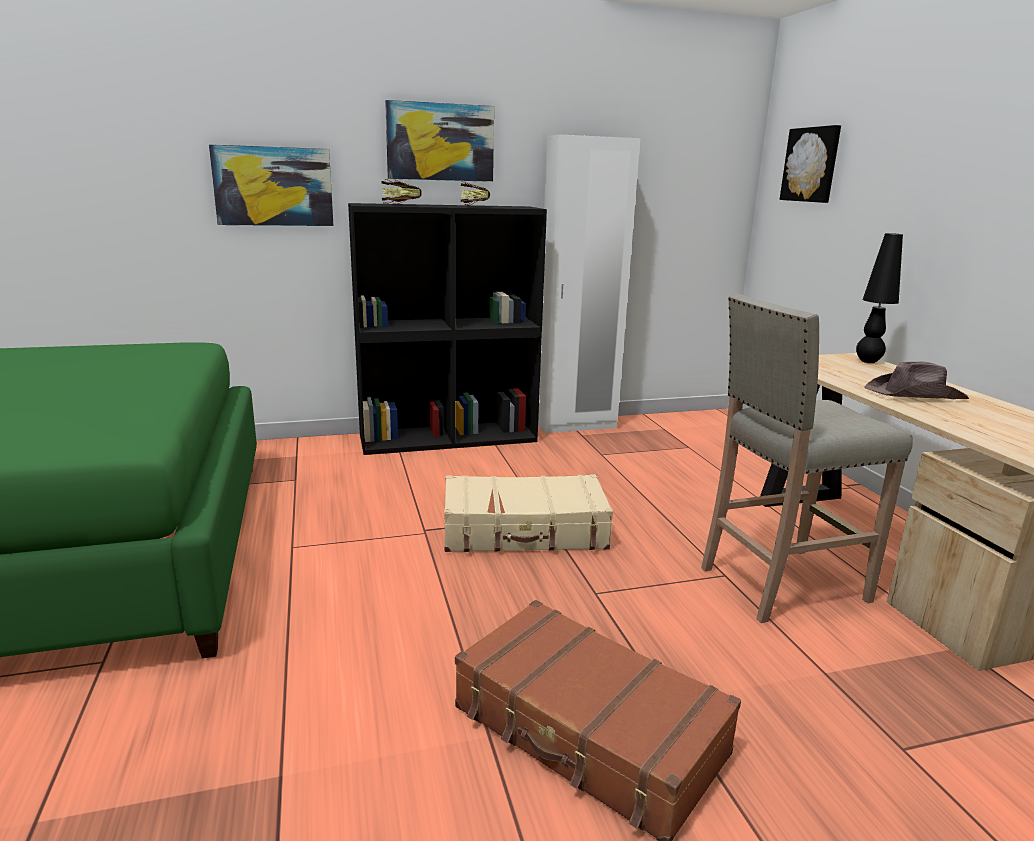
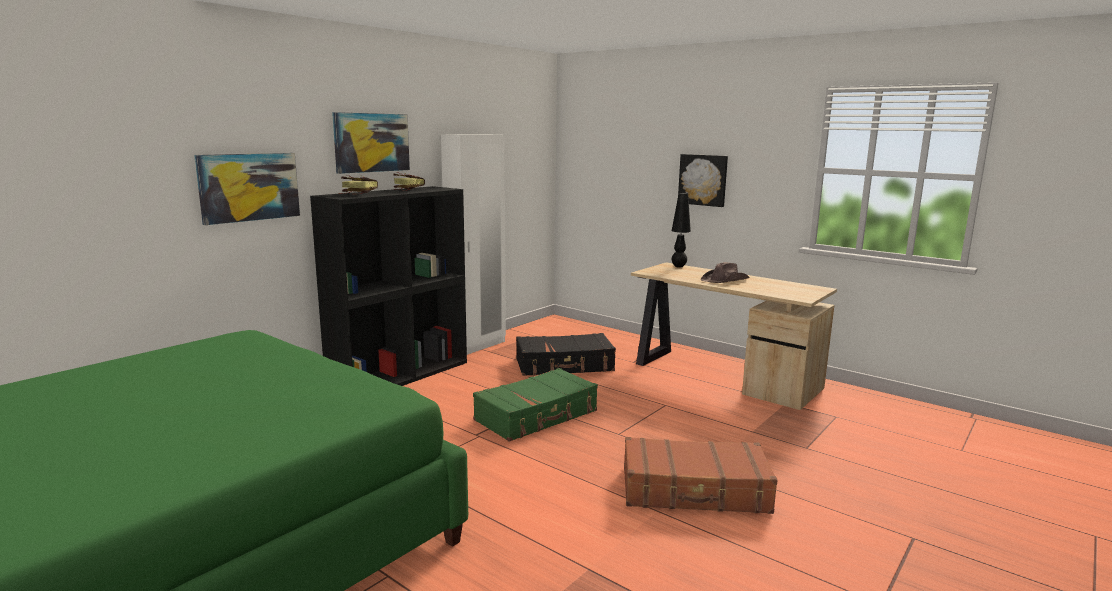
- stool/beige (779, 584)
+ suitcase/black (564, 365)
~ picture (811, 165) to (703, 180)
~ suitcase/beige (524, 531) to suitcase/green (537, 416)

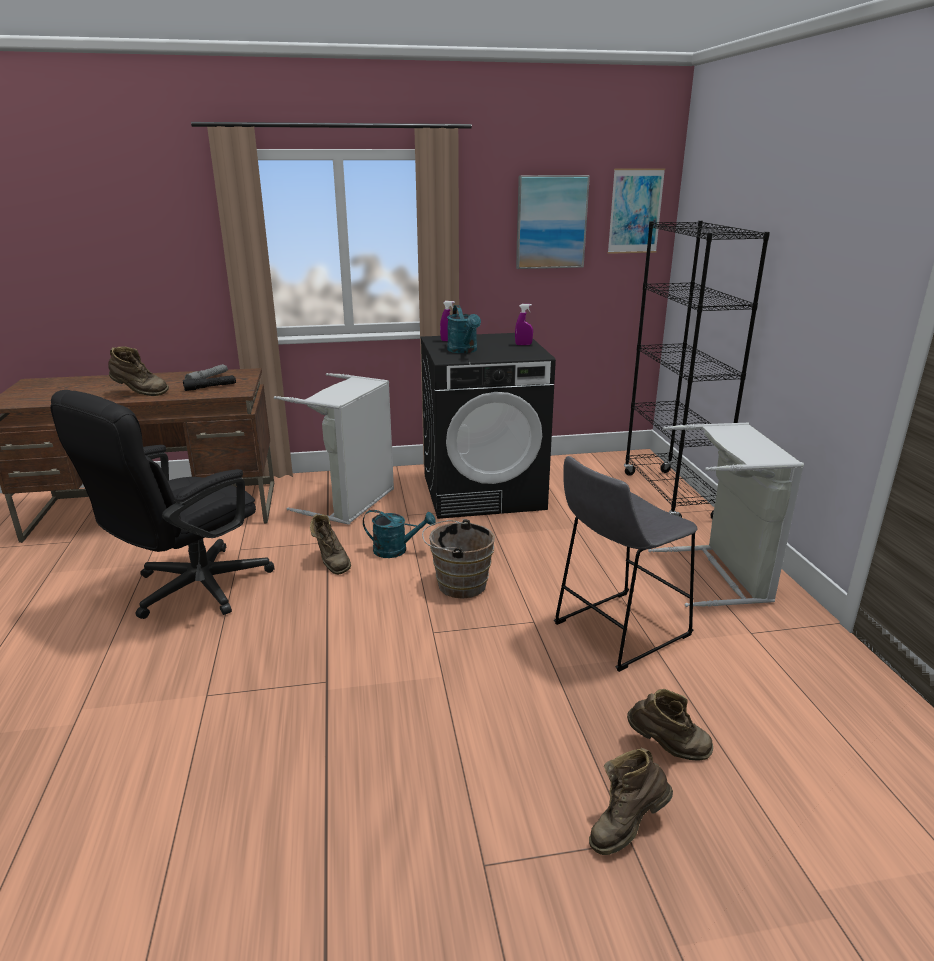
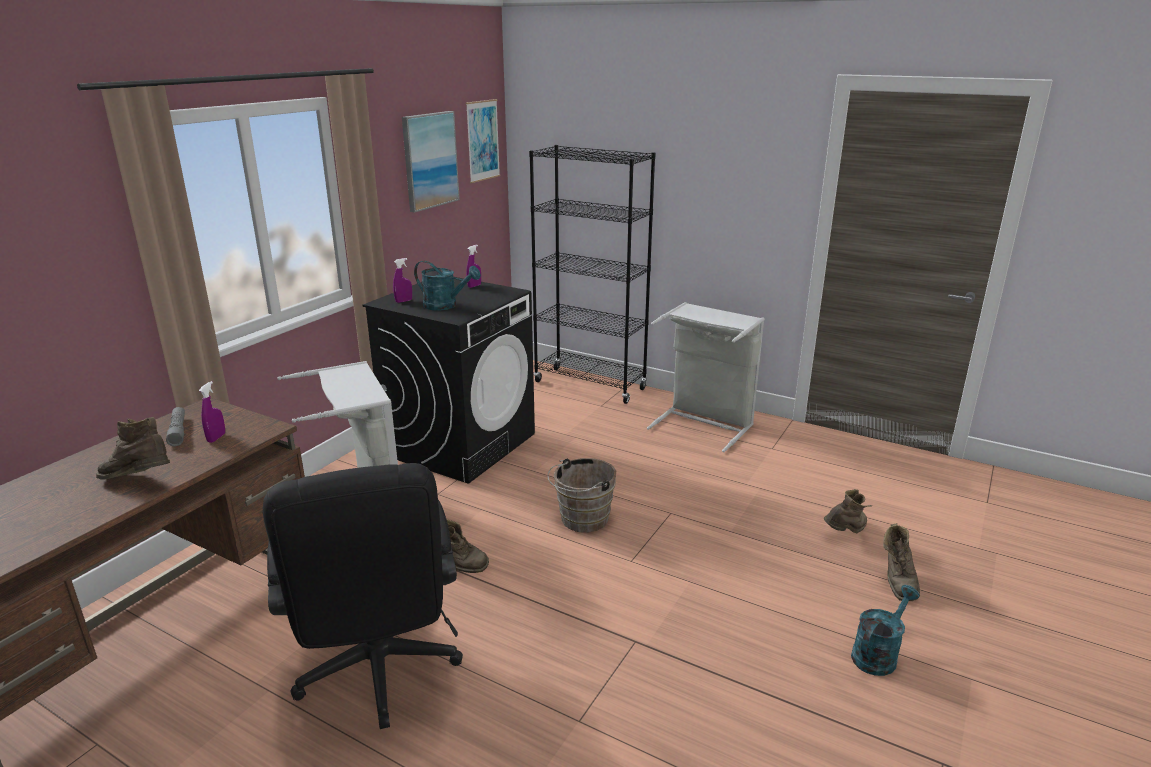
- stool/grey (615, 631)
~ watering can/turquoise (396, 550) to (878, 654)
~ flashlight/black (210, 387) to spray bottle/purple (216, 438)
~ boot/brown (140, 393) = (139, 481) 120 degrees counterclockwise

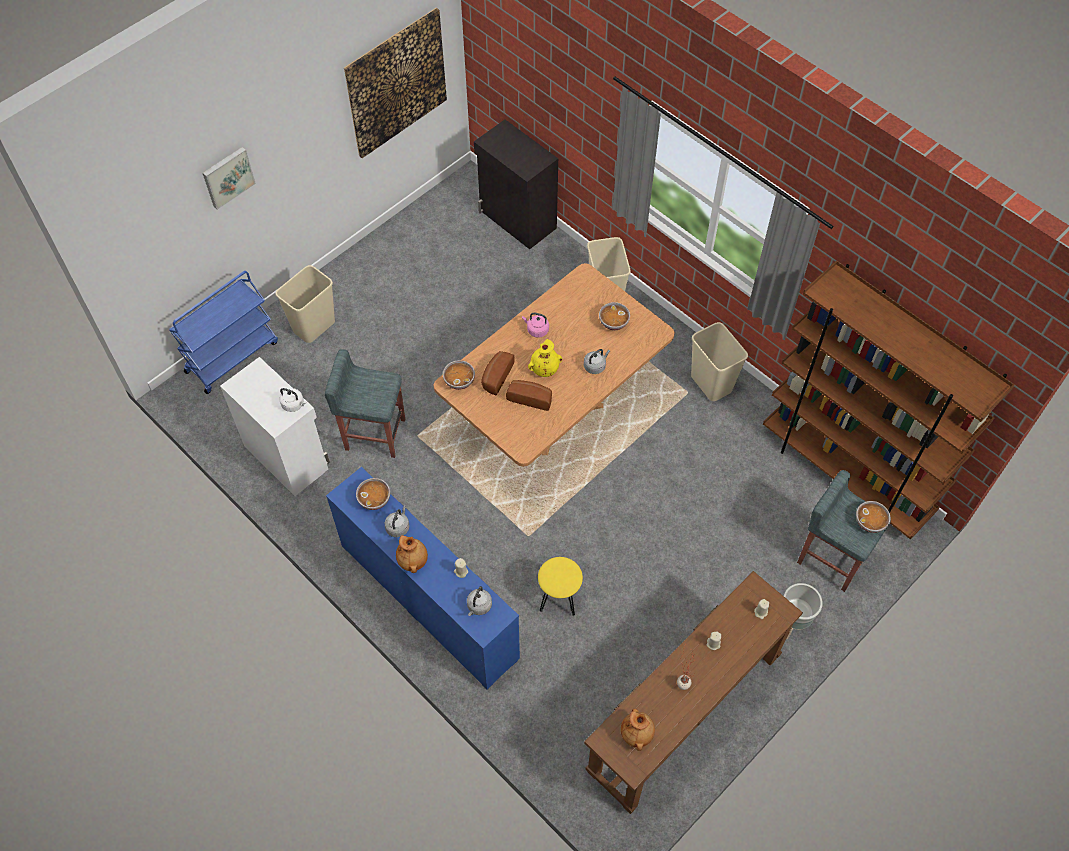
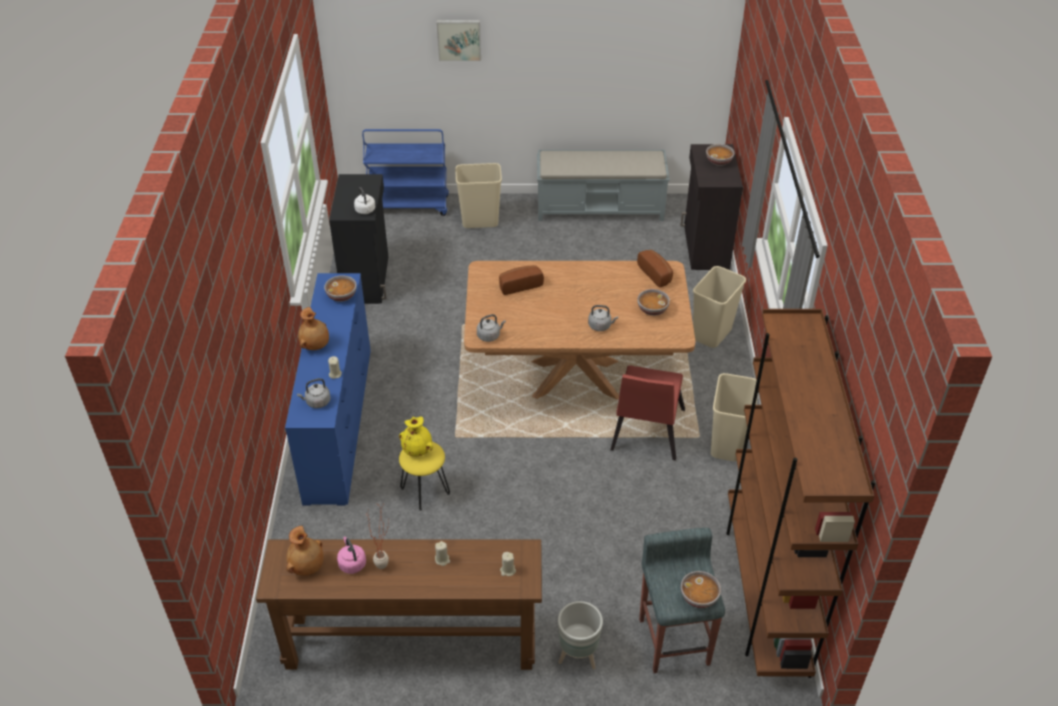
- stool/grey (374, 434)
- picture (396, 83)
+ bench/grey (601, 208)
+ chair/red (645, 433)
~ kettle/grey (398, 527) to (489, 336)
~ bowl (459, 380) to (719, 161)
~ bread (530, 398) to (656, 274)
~ kettle/pink (536, 330) to (352, 563)
~ vase/yellow (544, 369) to (417, 449)
~ cabinet/white (287, 456) to cabinet/black (367, 279)

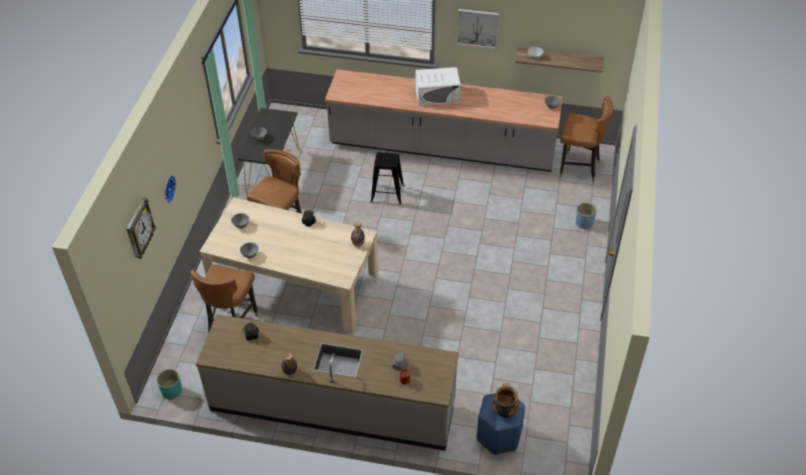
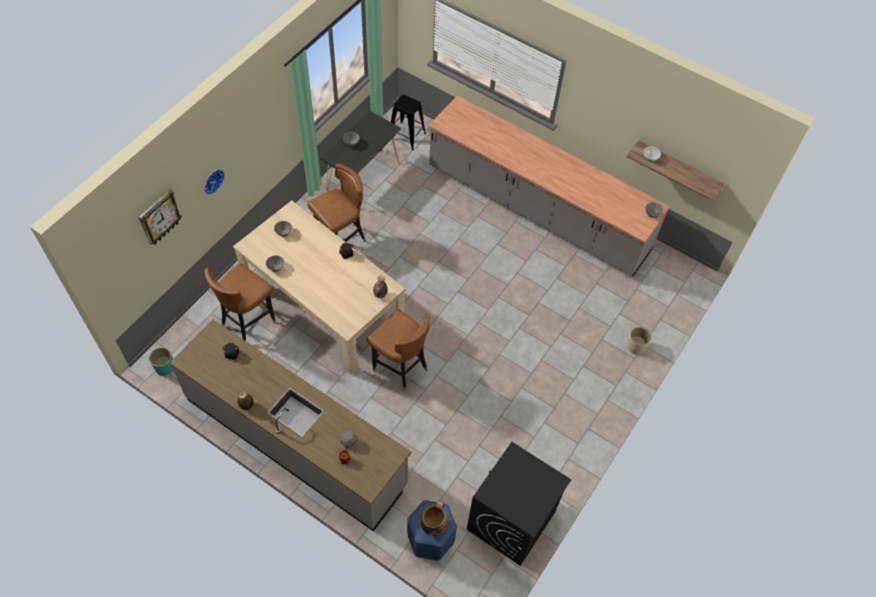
- microwave/white (437, 95)
- picture (477, 28)
+ washing machine/black (511, 521)
~ stool/black (387, 193) to (407, 136)
~ chair/brown (578, 169) to (400, 368)
~ planter/blue (584, 223) to planter/beige (636, 346)

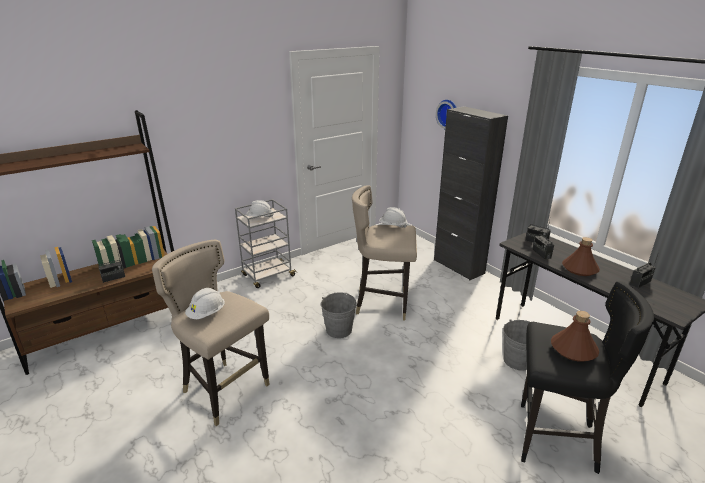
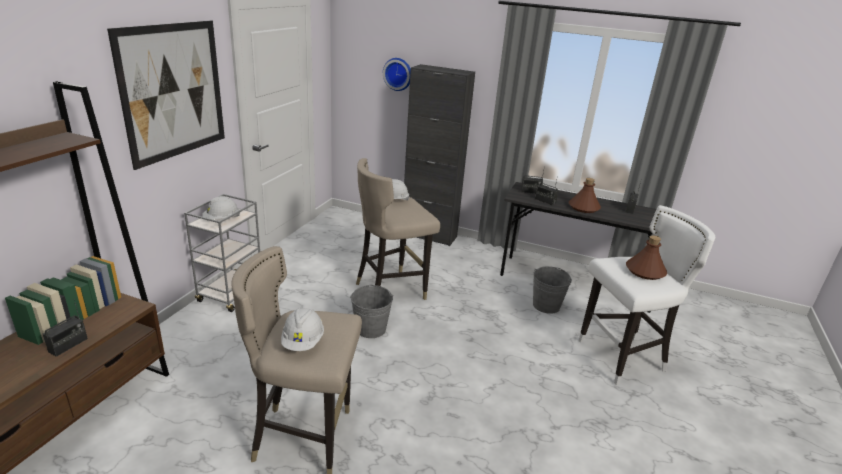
+ picture (174, 91)
~ stool/black (554, 439) to stool/white (621, 358)

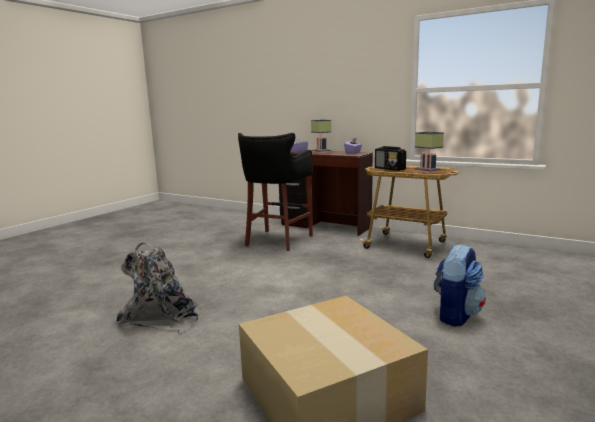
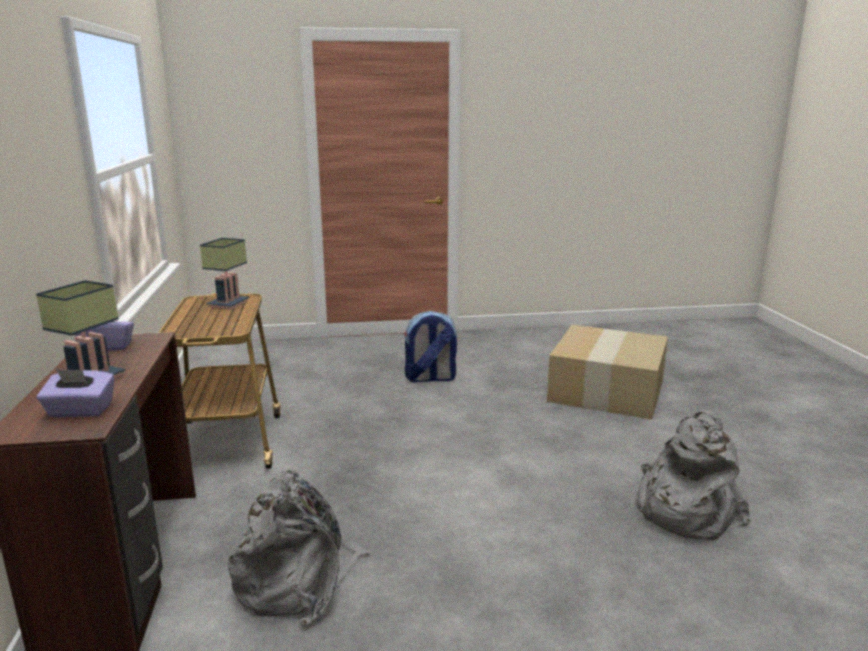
- radio (390, 169)
~ stool/black (277, 241) to backpack/grey (299, 580)

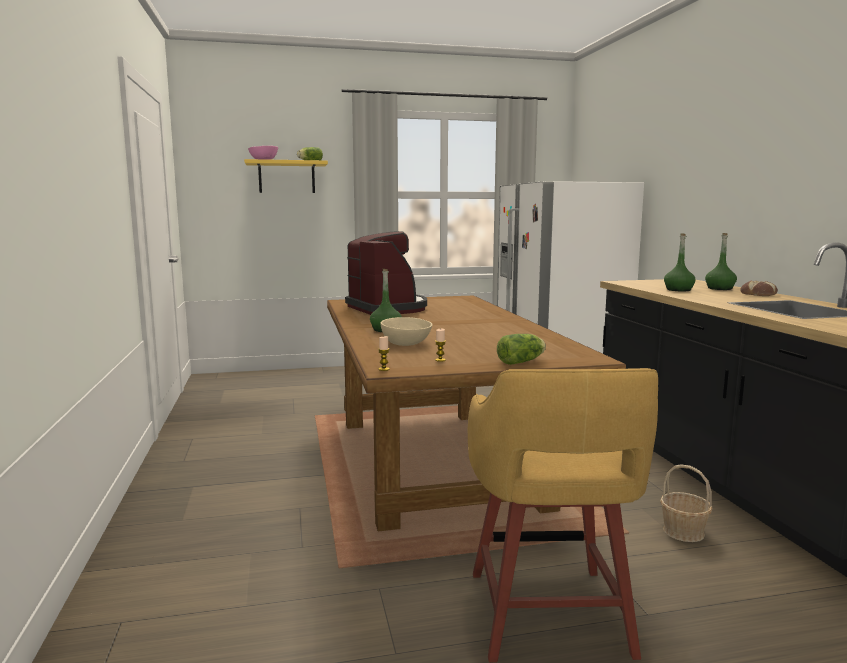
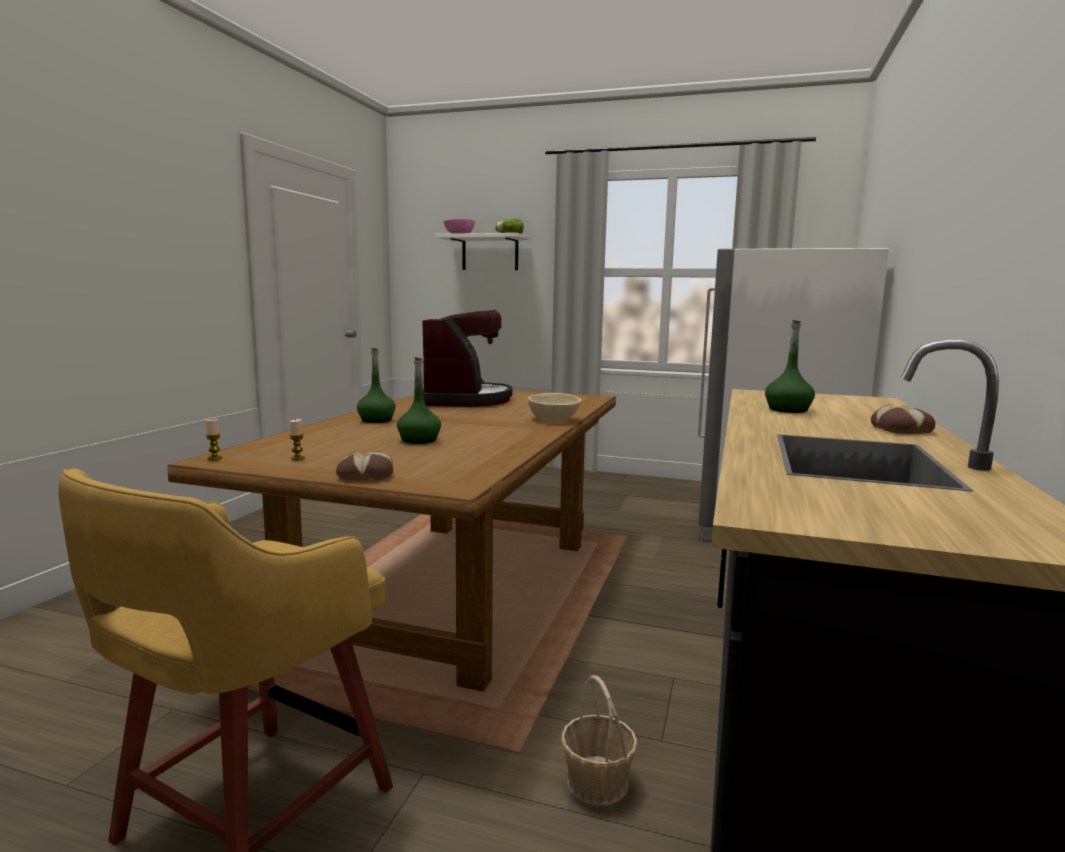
~ bowl/beige (405, 343) to (553, 419)
~ bottle/green (719, 288) to (419, 440)
~ lettuce (522, 361) to bread (366, 475)
~ shelf/yellow (286, 177) to shelf/white (490, 253)

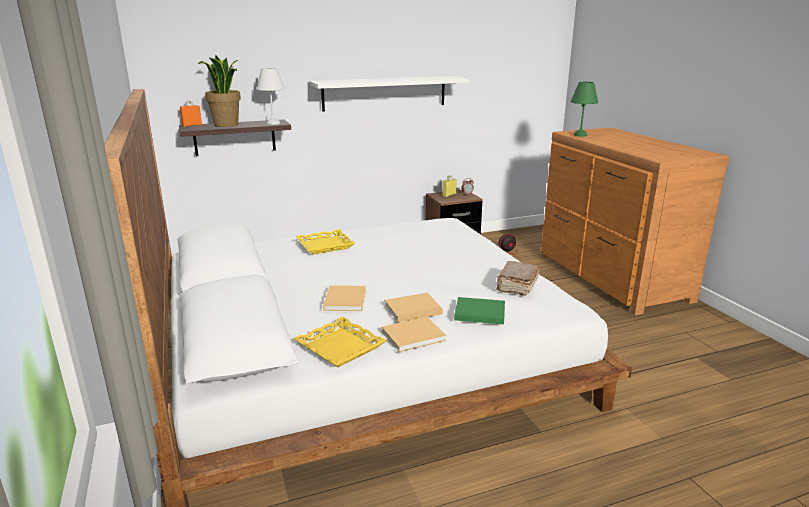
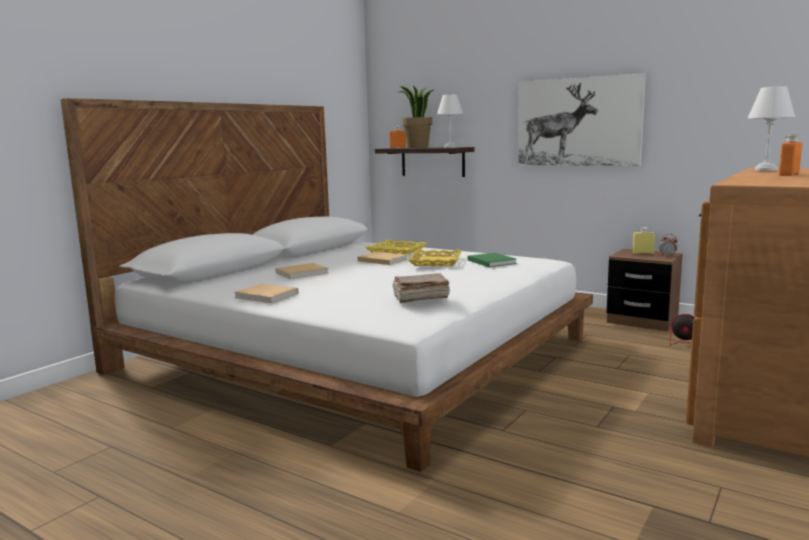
+ bottle/orange (788, 175)
~ tray/yellow (341, 347) to (436, 262)
~ book/beige (411, 309) to (381, 260)
~ book/green (478, 312) to (491, 261)
~ shelf/white (384, 93) to picture (578, 122)
~ table lamp/green (579, 135) to table lamp/white (764, 170)

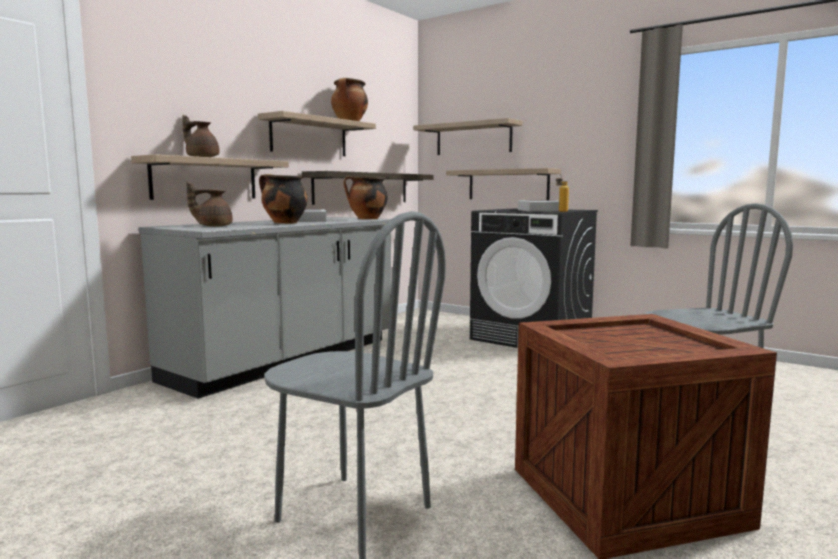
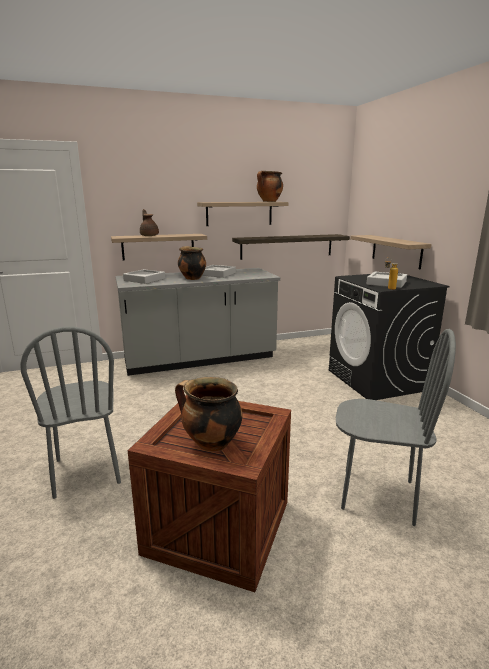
- shelf (473, 139)
~ cooking pot (366, 219) to (210, 443)
~ teapot/brown (213, 226) to tray/grey (144, 279)

